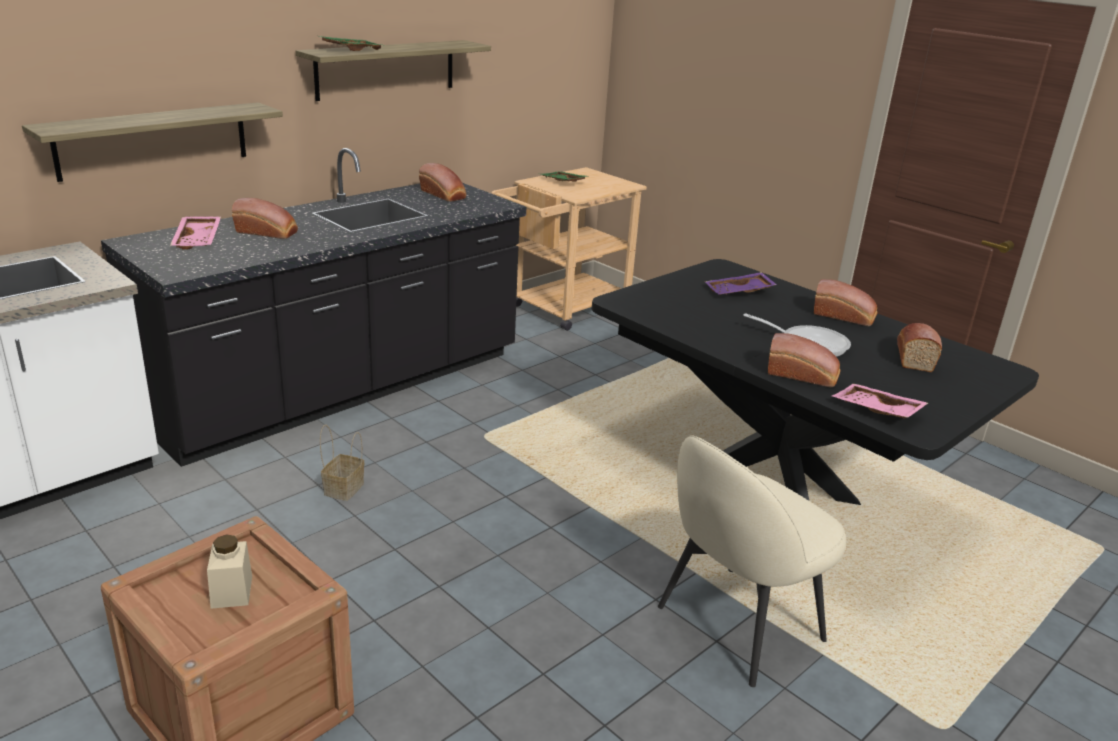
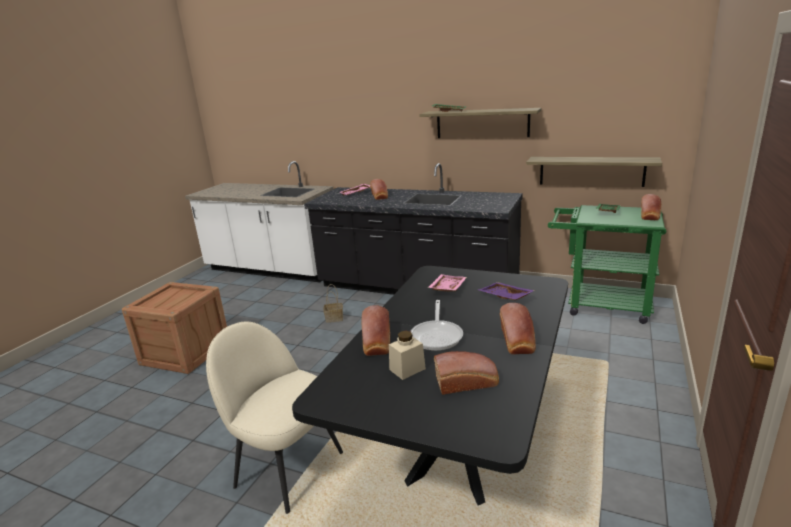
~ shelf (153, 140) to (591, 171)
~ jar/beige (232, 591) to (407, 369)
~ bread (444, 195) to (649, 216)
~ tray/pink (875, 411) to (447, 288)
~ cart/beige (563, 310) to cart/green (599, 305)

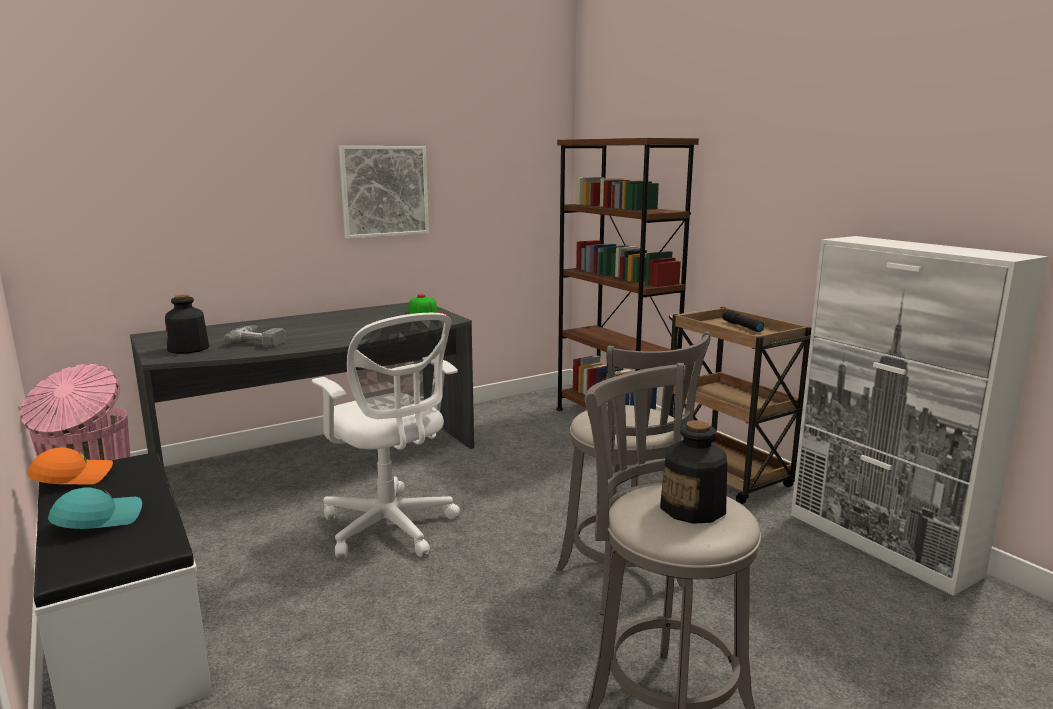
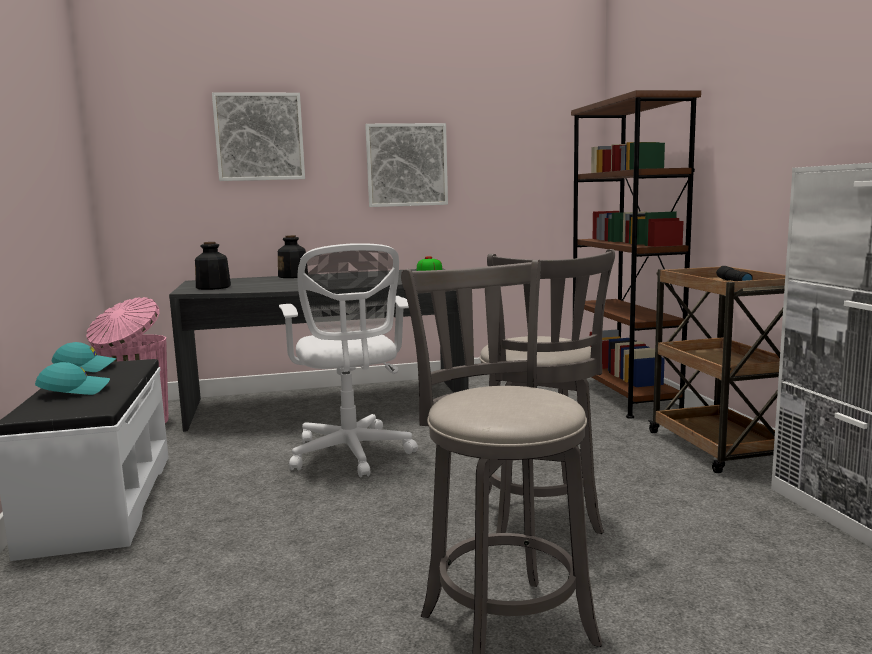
- power drill (260, 341)
+ picture (259, 137)
~ bottle (693, 508) to (293, 276)
~ cap/orange (73, 477) to cap/turquoise (86, 368)

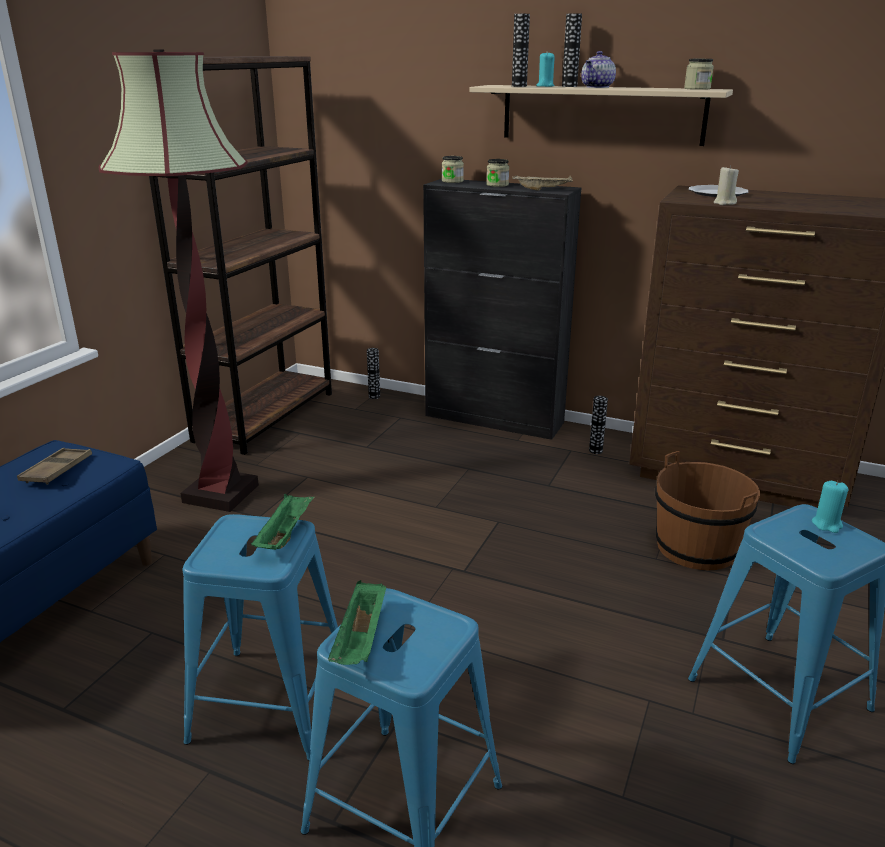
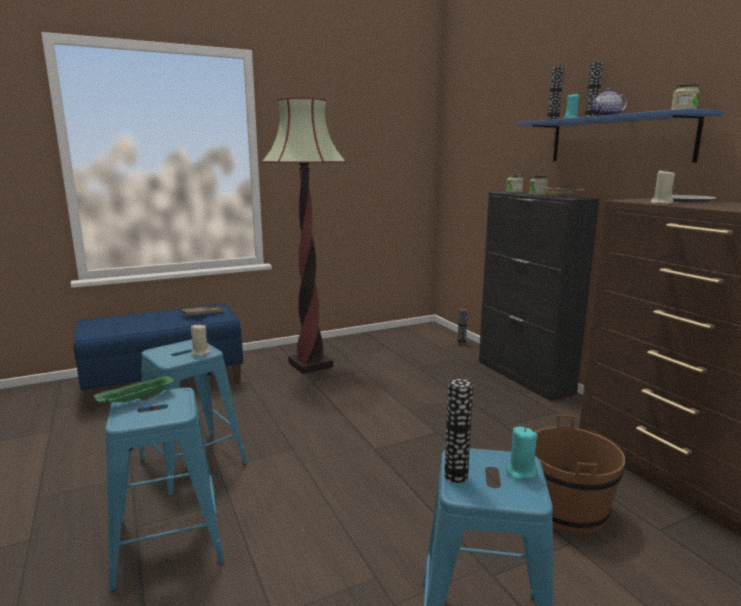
- bookcase/brown (265, 416)
~ vase (595, 451) to (456, 475)
~ tray/green (285, 534) to candle/beige (200, 353)
~ shelf/beige (601, 114) to shelf/blue (618, 140)

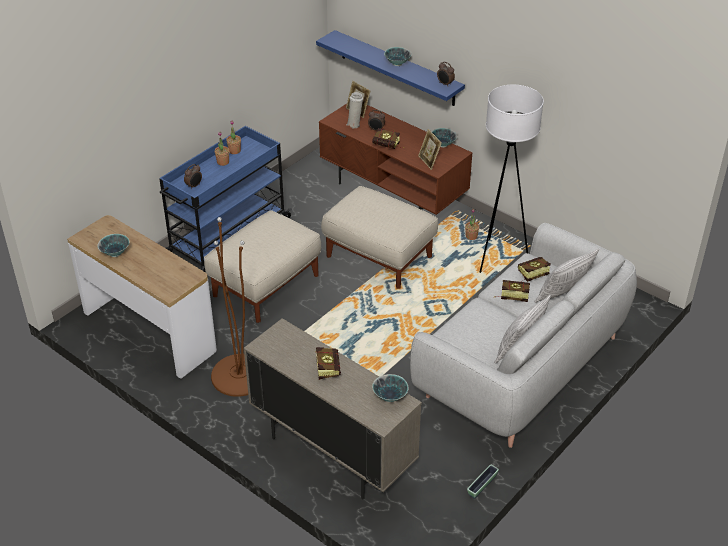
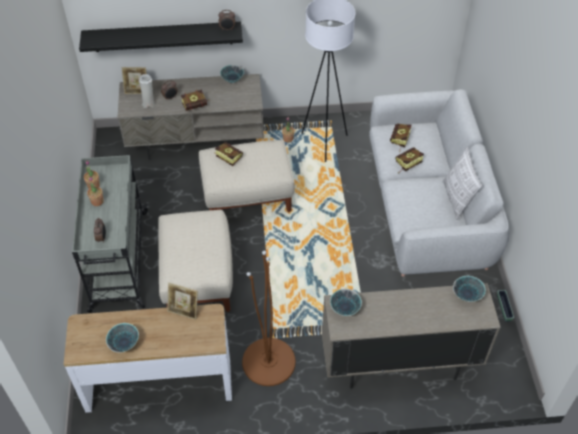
- pillow (562, 296)
~ book (327, 367) to (227, 157)
~ bowl (397, 64) to (345, 309)
~ picture frame (429, 161) to (184, 310)
~ cart/blue (227, 237) to cart/grey (119, 261)
~ shelf/blue (397, 68) to shelf/black (163, 36)
~ tv stand/brown (394, 192) to tv stand/grey (196, 140)

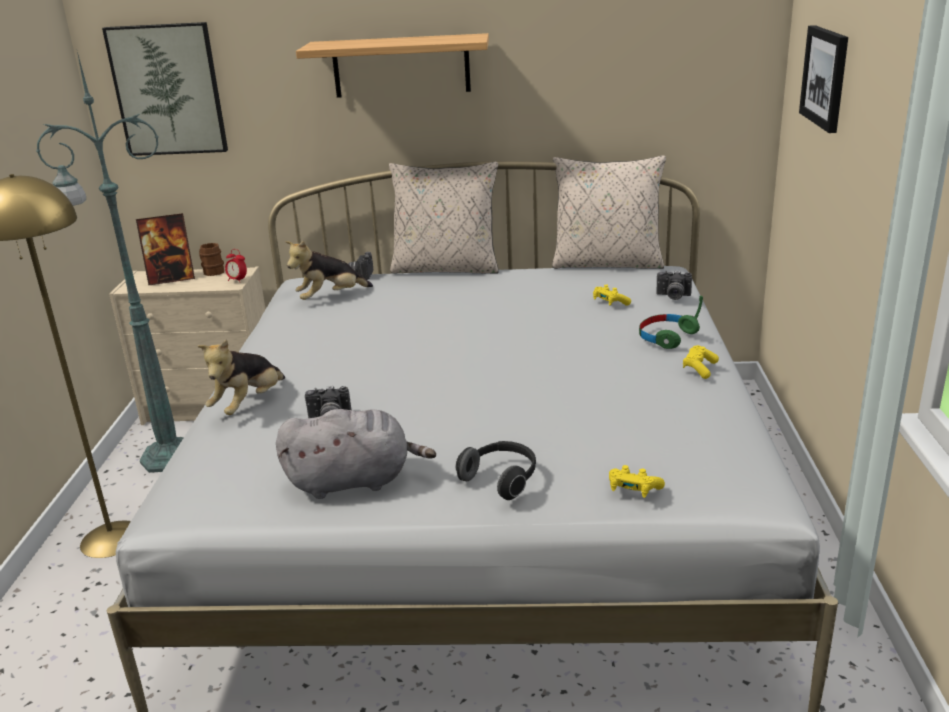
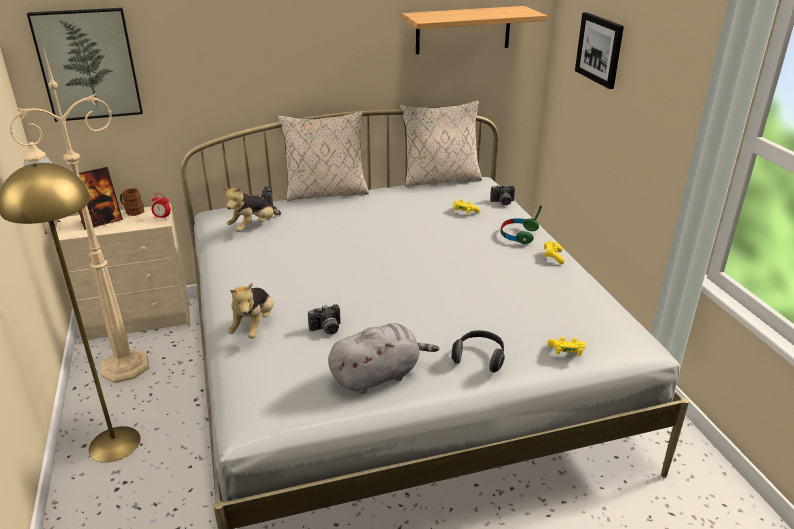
~ shelf (401, 66) to (463, 30)
~ floor lamp/green (166, 457) to floor lamp/beige (122, 367)

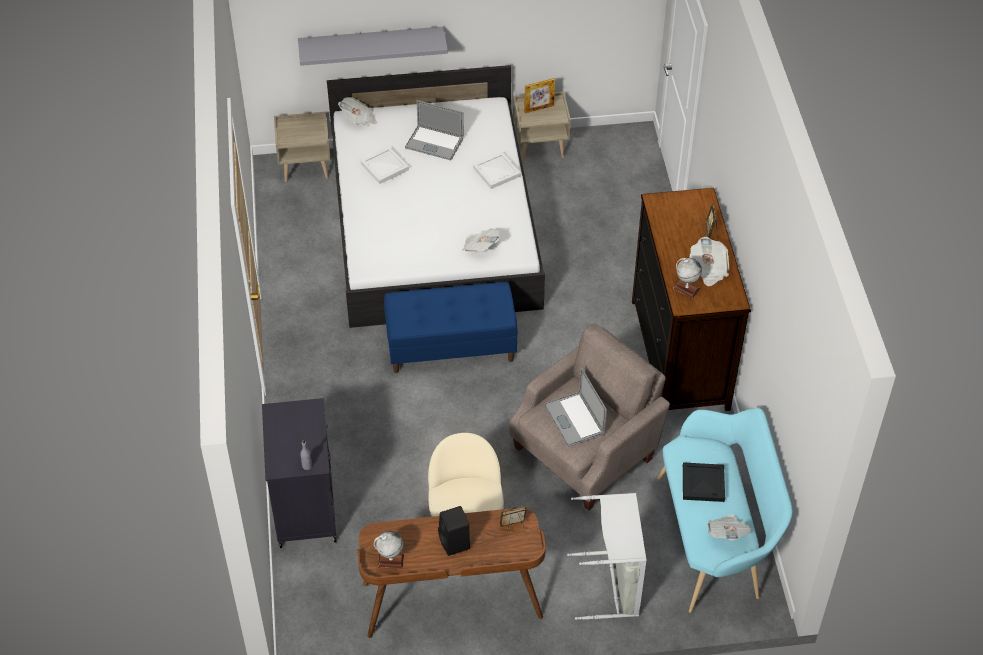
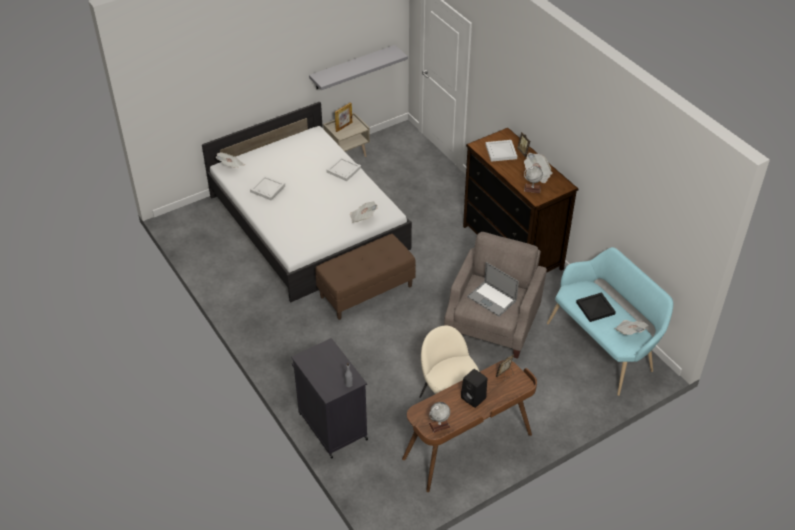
- nightstand/beige (306, 167)
- laptop (434, 143)
- laundry basket/grey (612, 585)
+ tray/white (501, 152)
~ shelf/grey (371, 43) to (352, 67)
~ bench/blue (451, 346) to bench/brown (366, 291)

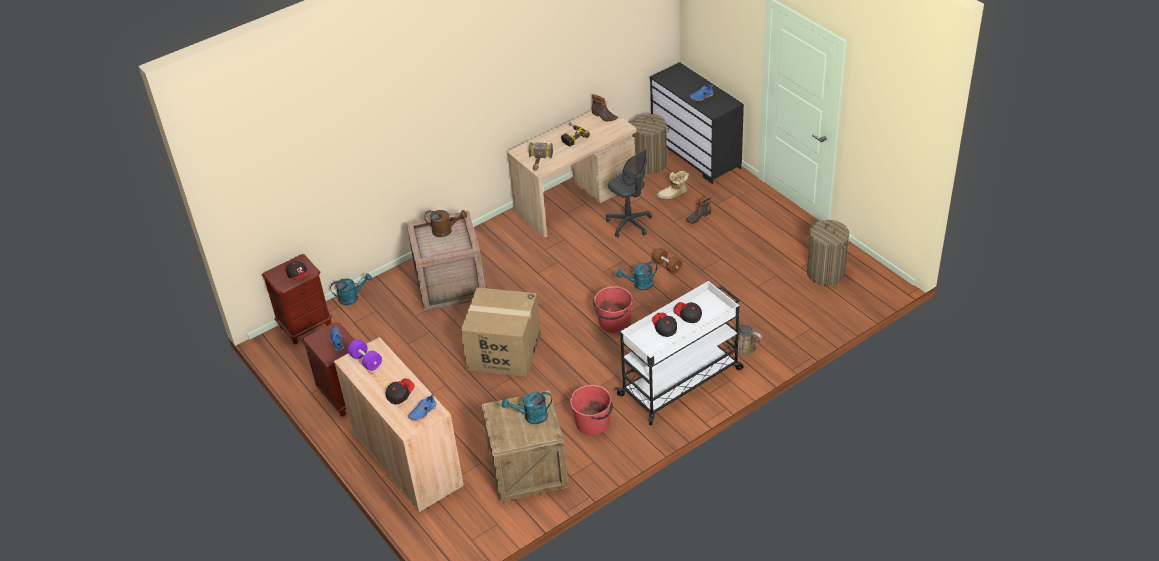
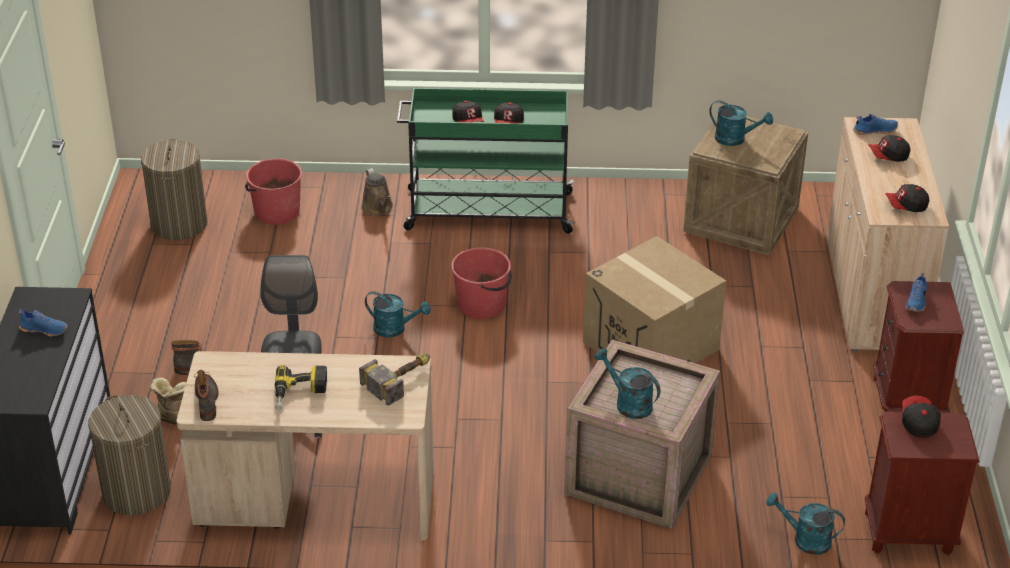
- dumbbell/brown (667, 266)
~ bucket/red (593, 423) to (276, 212)
~ dumbbell/purple (366, 361) to cap (906, 206)
~ watering can/brown (446, 231) to watering can/turquoise (628, 403)
~ cart/white (681, 381) to cart/green (487, 211)

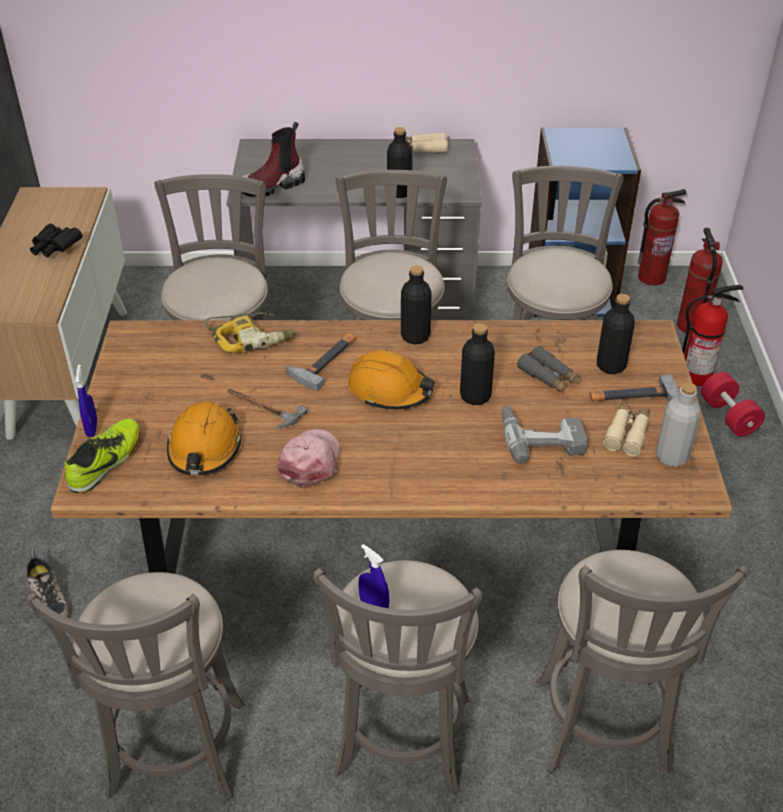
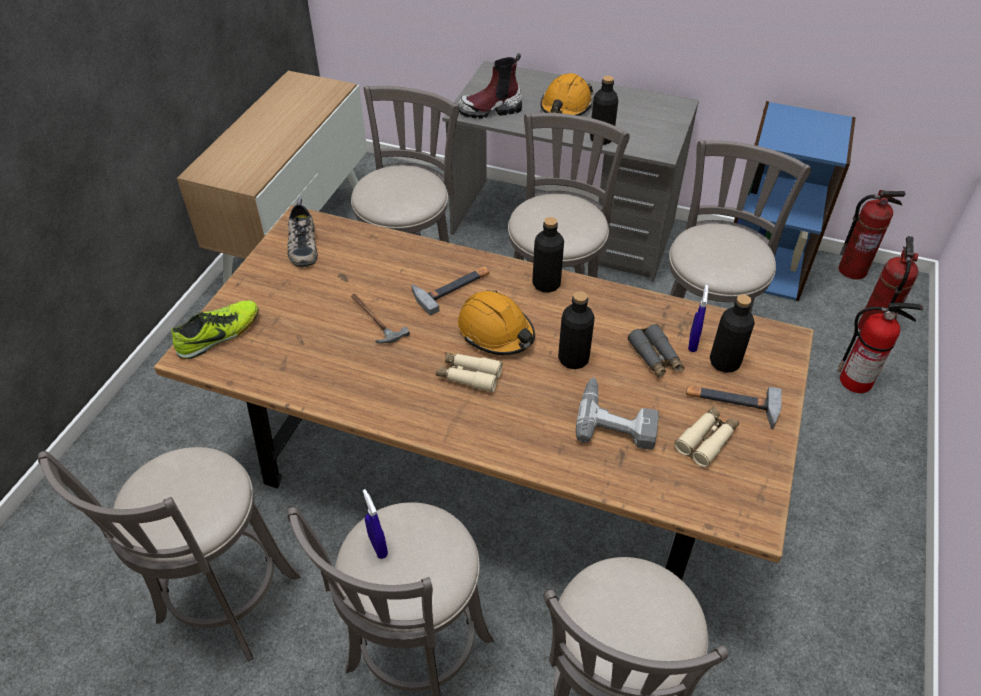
- binoculars/black (55, 249)
- power drill (251, 337)
- cap/pink (310, 461)
- bottle/grey (671, 457)
- dumbbell/red (728, 416)
~ shoe (46, 598) to (302, 244)
~ spray bottle/blue (92, 428) to (693, 343)
~ hard hat/orange (204, 449) to (565, 107)
~ binoculars/beige (424, 149) to (469, 376)

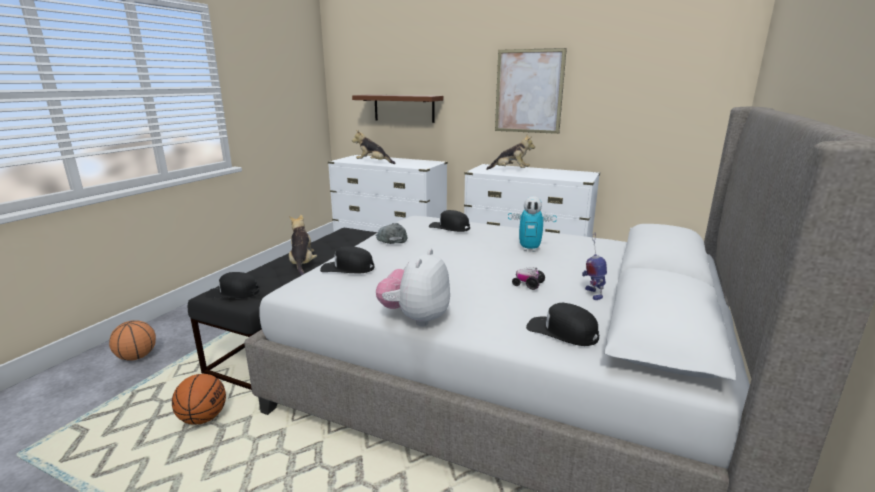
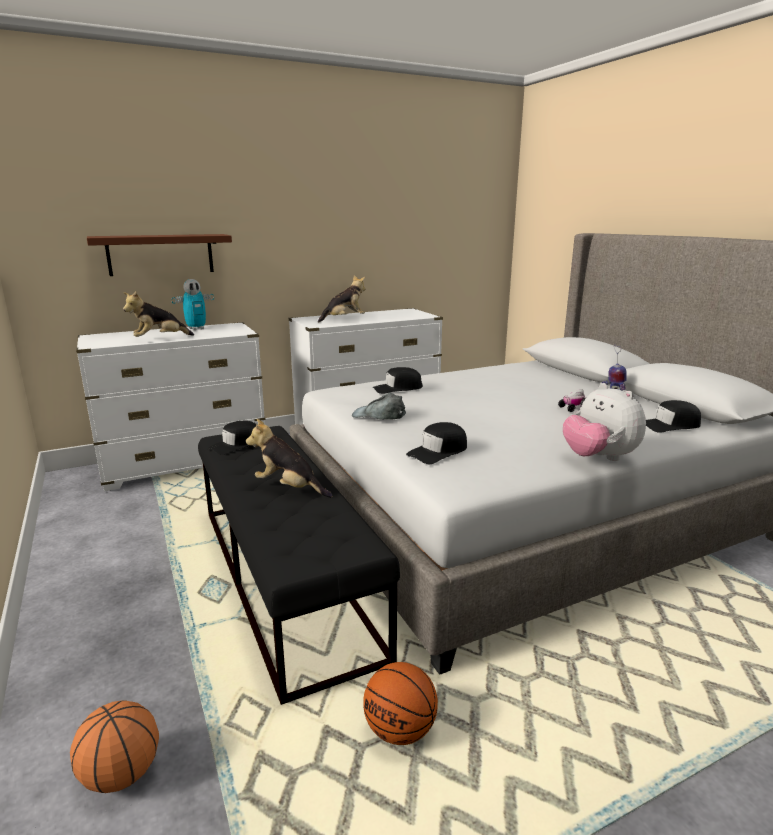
- picture (528, 91)
~ cap/black (233, 293) to (237, 444)
~ toy robot (529, 249) to (196, 329)

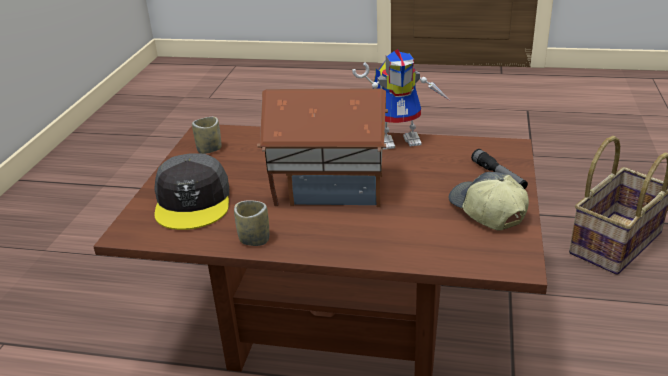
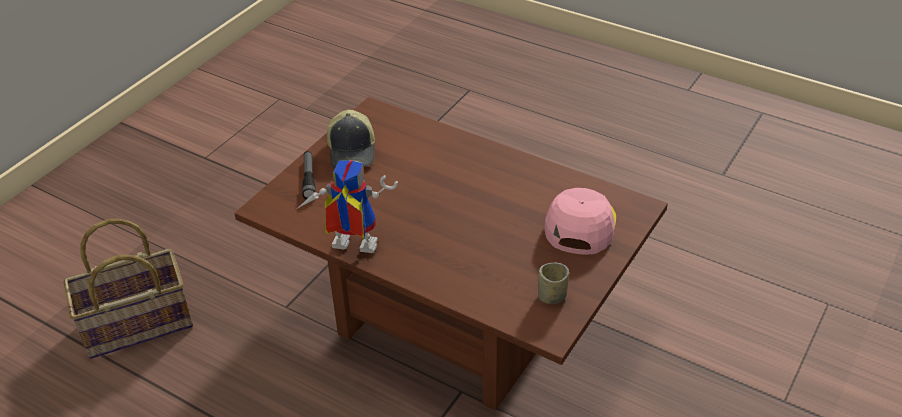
- cup (254, 239)
- toy house (328, 187)
~ cap/grey (193, 202) to cap/pink (579, 225)

